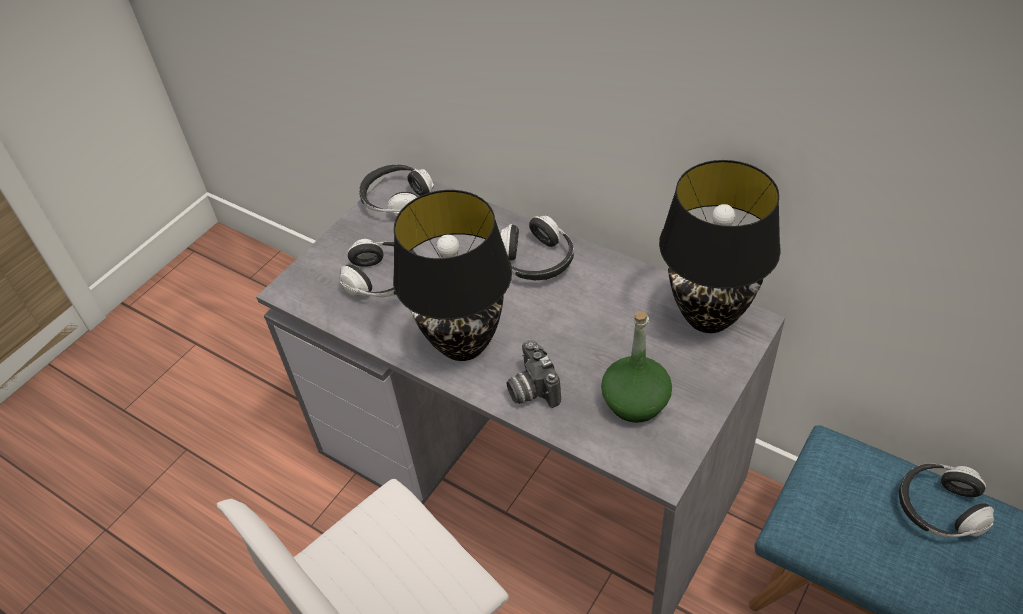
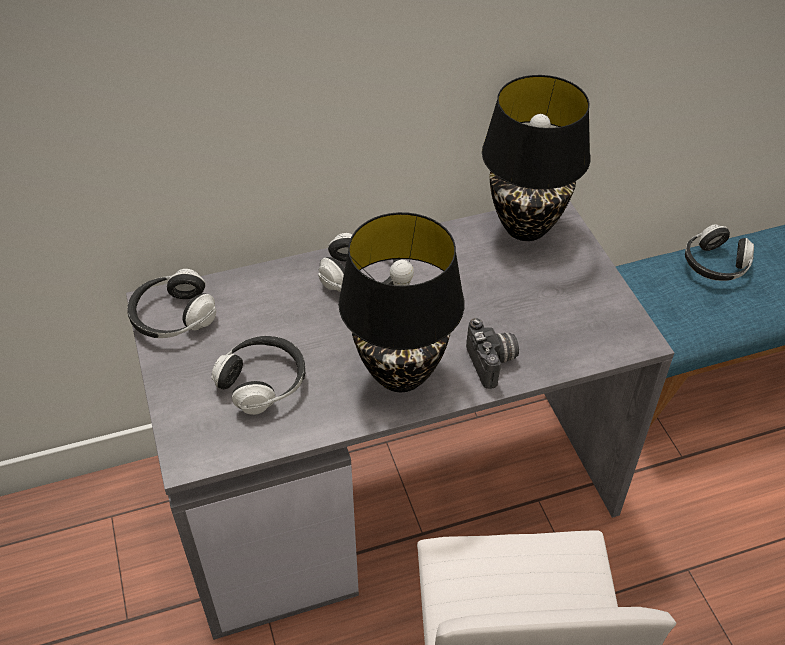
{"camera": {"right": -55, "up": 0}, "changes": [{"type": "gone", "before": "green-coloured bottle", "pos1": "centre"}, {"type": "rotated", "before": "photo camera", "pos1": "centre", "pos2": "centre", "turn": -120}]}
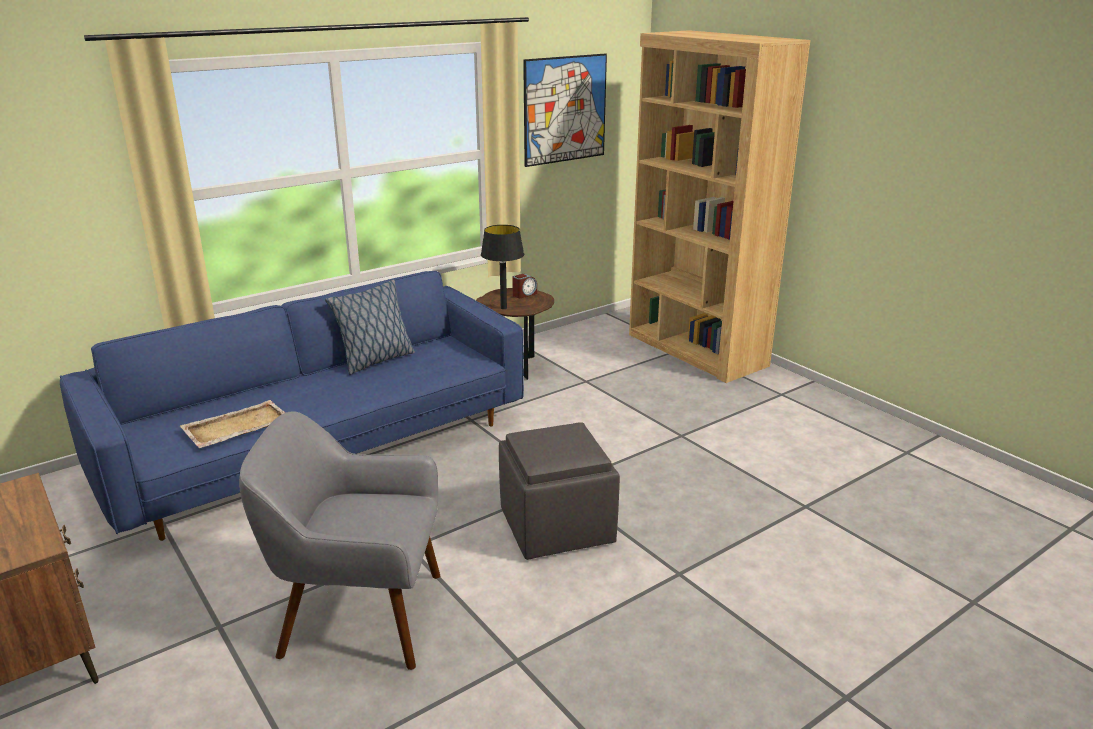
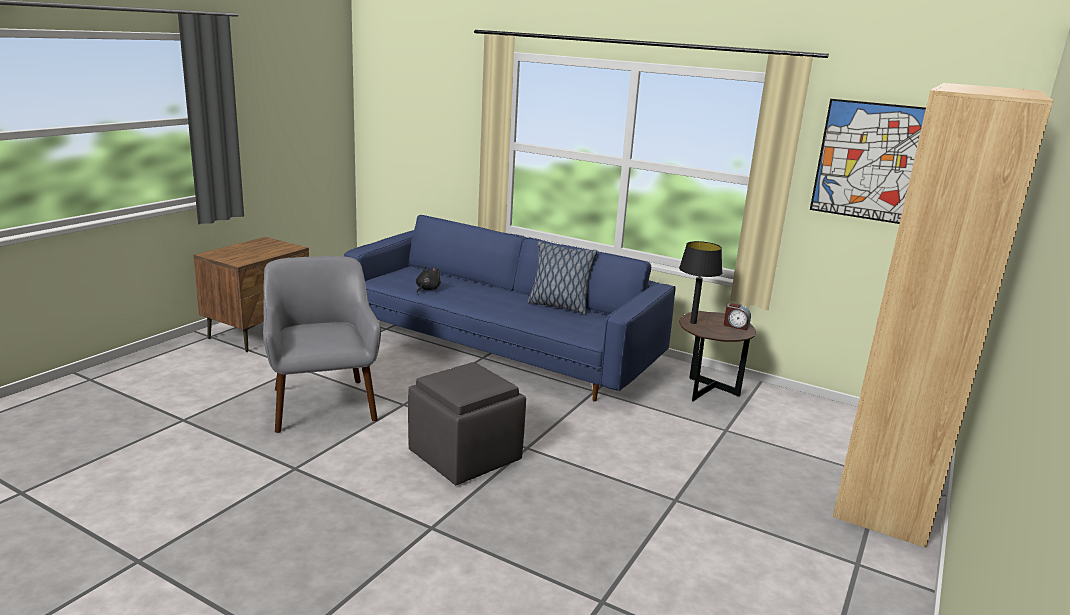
{"camera": {"right": 65, "up": -5}, "changes": [{"type": "swapped", "before": "sand-coloured carrying tray", "after": "blackish plush toy", "pos1": "middle left", "pos2": "centre"}]}
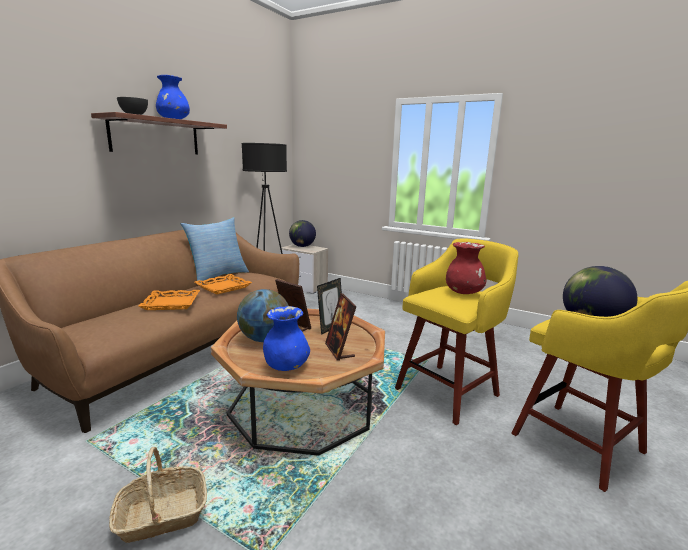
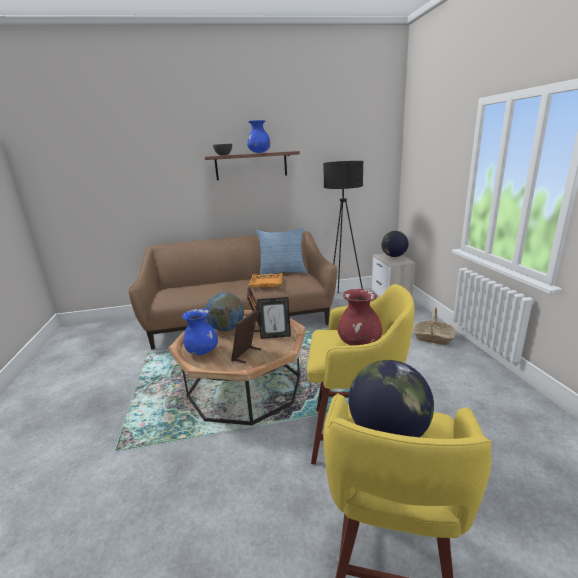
{"camera": {"right": 50, "up": 5}, "changes": [{"type": "gone", "before": "orange carrying tray (no. 1 from left)", "pos1": "middle left"}, {"type": "shifted", "before": "basket", "pos1": "bottom left", "pos2": "middle right"}]}
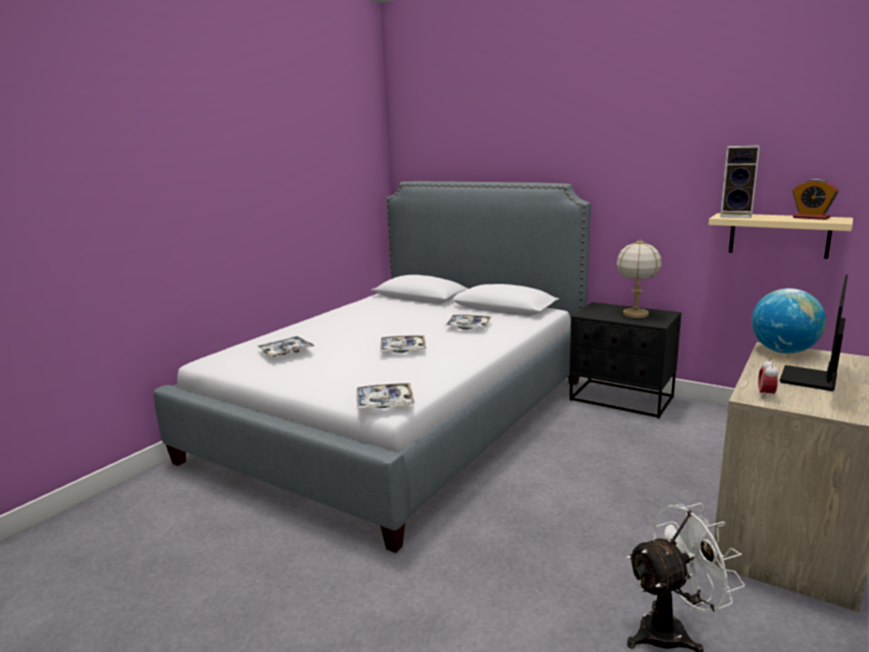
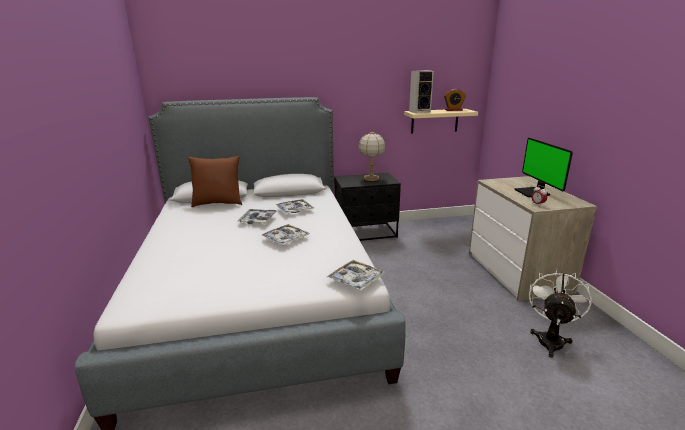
{"camera": {"right": -45, "up": 5}, "changes": [{"type": "gone", "before": "globe", "pos1": "middle right"}, {"type": "shifted", "before": "carrying tray (no. 1 from left)", "pos1": "middle left", "pos2": "centre"}, {"type": "new", "after": "brown throw pillow", "pos2": "middle left"}]}
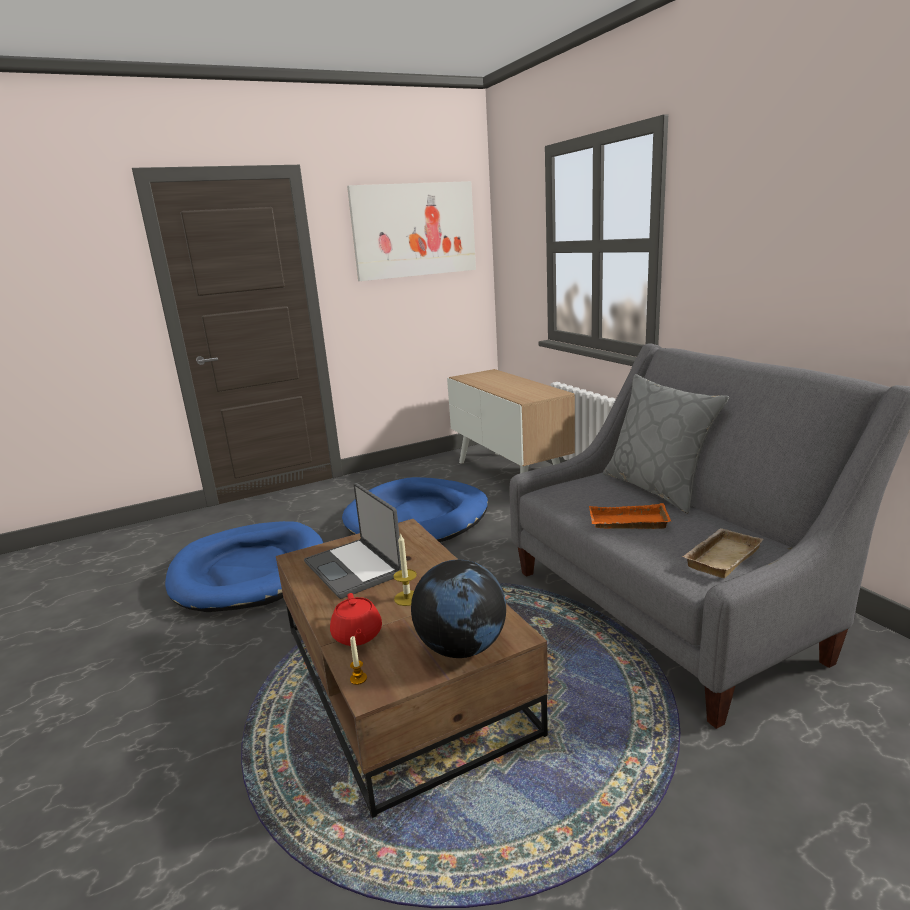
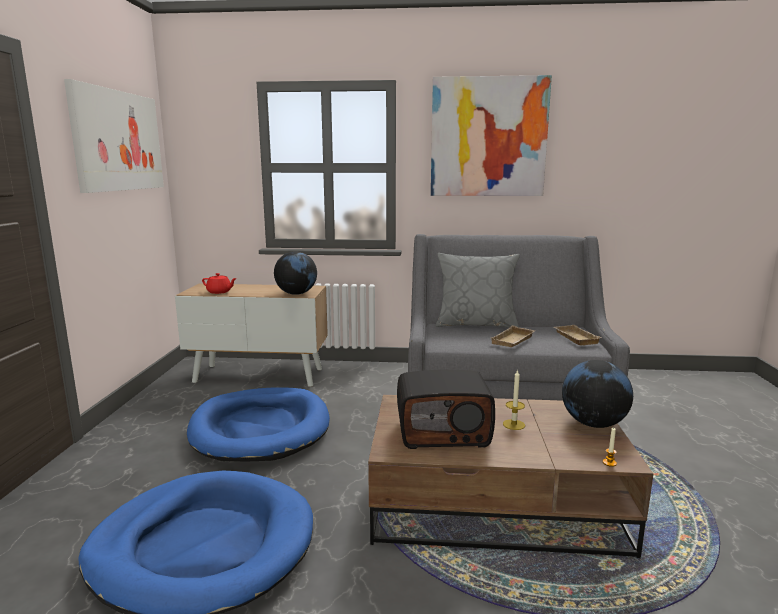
{"camera": {"right": -60, "up": -5}, "changes": [{"type": "swapped", "before": "portable computer", "after": "radio set", "pos1": "centre", "pos2": "centre"}, {"type": "repainted", "before": "orange carrying tray", "after": "sand-coloured carrying tray (no. 1 from left)", "pos1": "middle right", "pos2": "centre"}, {"type": "shifted", "before": "reddish tea pot", "pos1": "bottom centre", "pos2": "middle left"}, {"type": "new", "after": "picture (no. 2 from left)", "pos2": "top centre"}, {"type": "new", "after": "globe (no. 1 from left)", "pos2": "centre"}]}
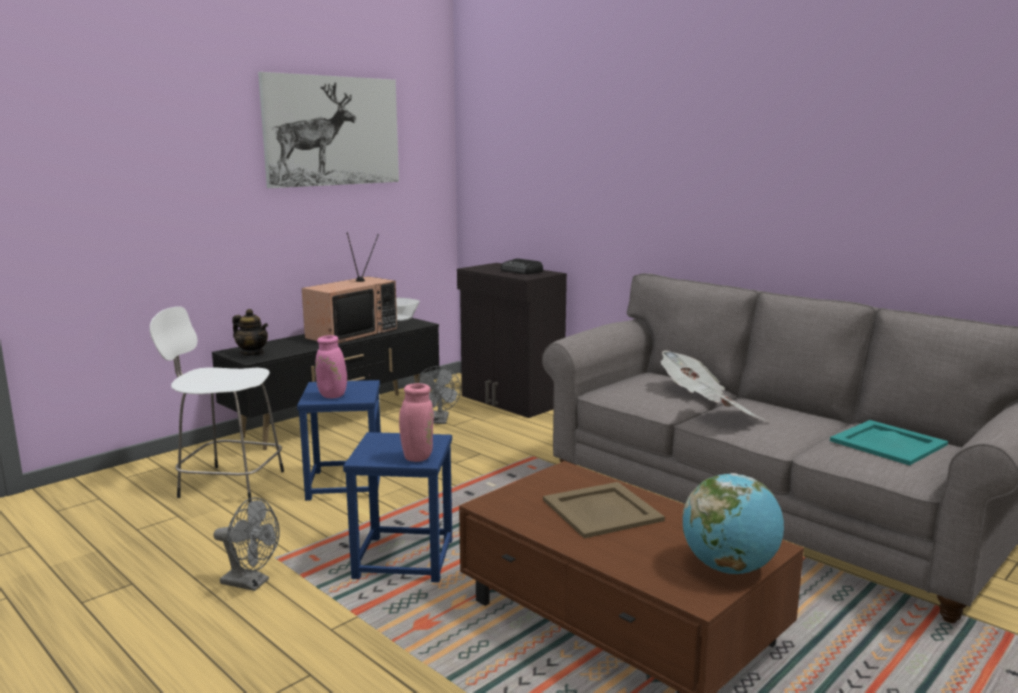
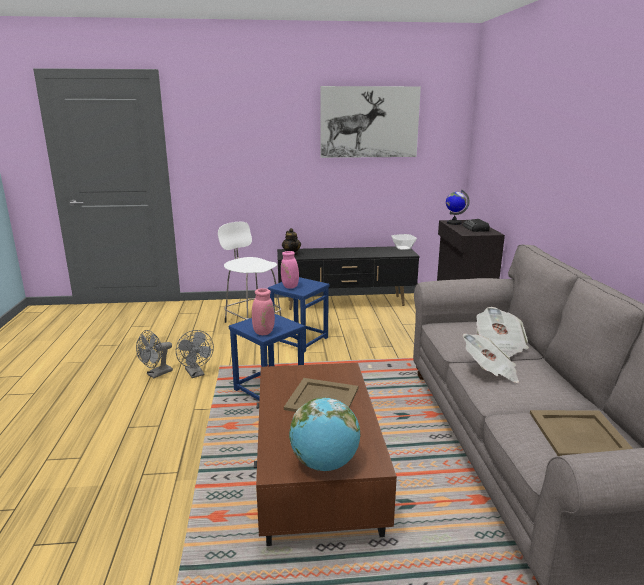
{"camera": {"right": 40, "up": 5}, "changes": [{"type": "gone", "before": "TV set", "pos1": "centre"}, {"type": "shifted", "before": "grey fan (no. 2 from left in the first image)", "after": "grey fan (no. 1 from left)", "pos1": "centre", "pos2": "middle left"}, {"type": "repainted", "before": "blue-green carrying tray", "after": "sand-coloured carrying tray (no. 2 from left)", "pos1": "middle right", "pos2": "bottom right"}, {"type": "new", "after": "globe (no. 2 from left)", "pos2": "middle right"}]}
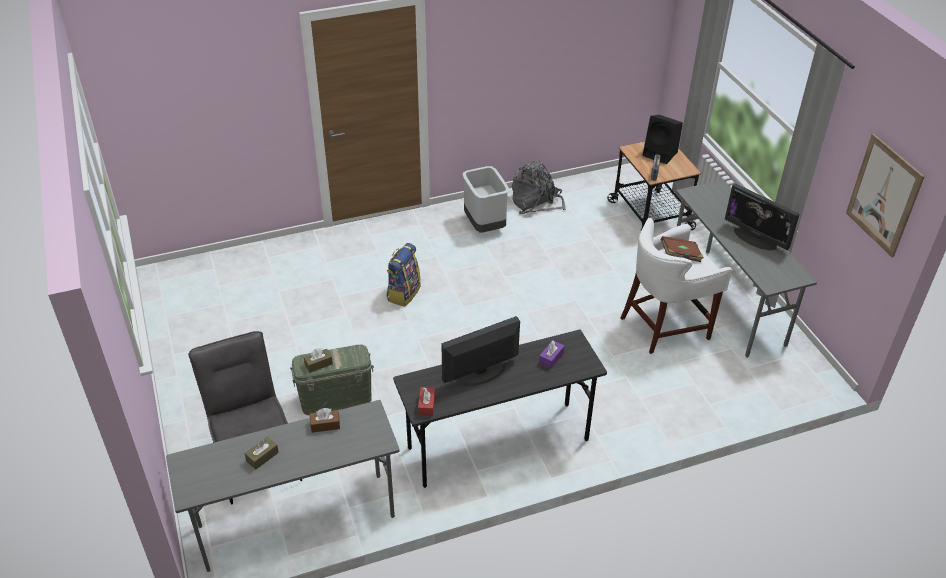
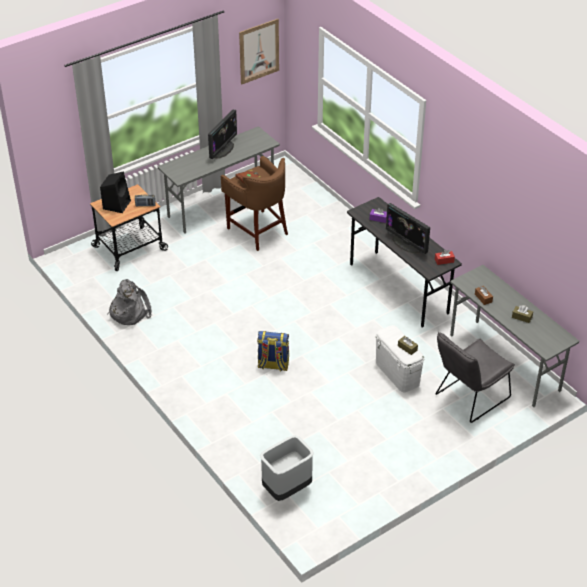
{"camera": {"right": -105, "up": 0}, "changes": [{"type": "shifted", "before": "grey rubbish bin", "pos1": "centre", "pos2": "bottom centre"}, {"type": "repainted", "before": "whitish sitting stool", "after": "brown sitting stool", "pos1": "middle right", "pos2": "centre"}, {"type": "repainted", "before": "green-coloured storage box", "after": "whitish storage box", "pos1": "centre", "pos2": "middle right"}]}
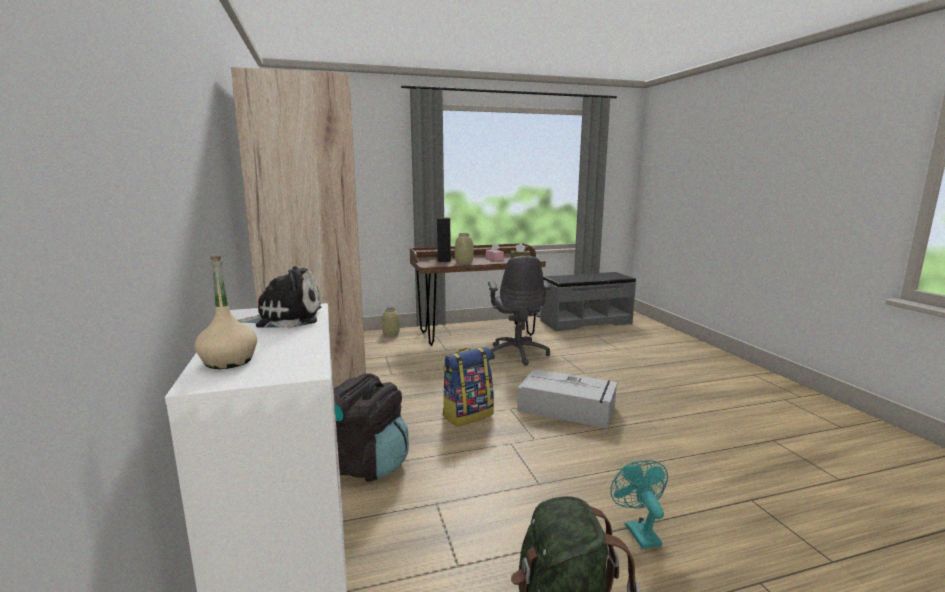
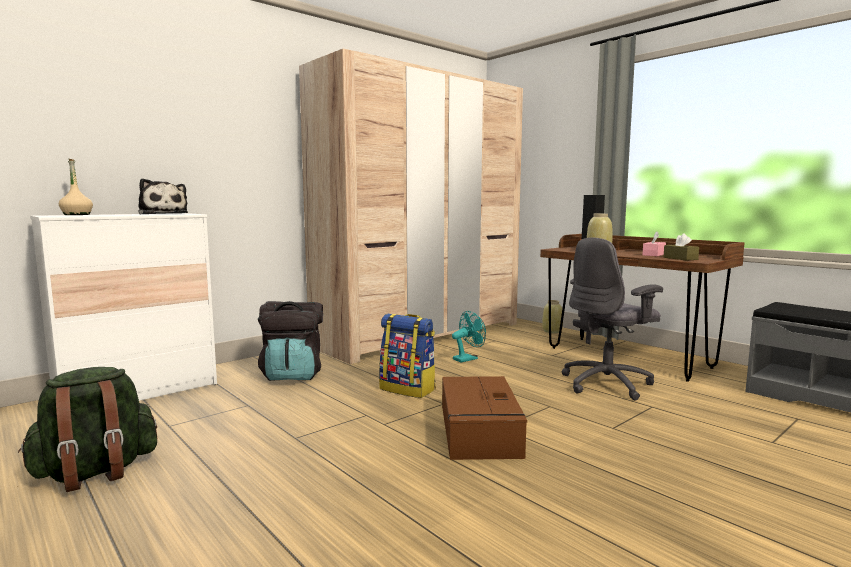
{"camera": {"right": 65, "up": -5}, "changes": [{"type": "repainted", "before": "grey storage box", "after": "brown storage box", "pos1": "bottom centre", "pos2": "bottom centre"}, {"type": "shifted", "before": "blue-green fan", "pos1": "bottom right", "pos2": "centre"}]}
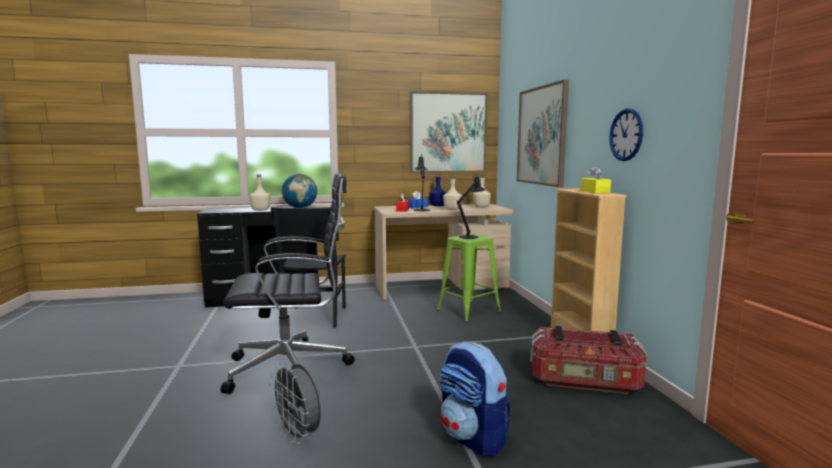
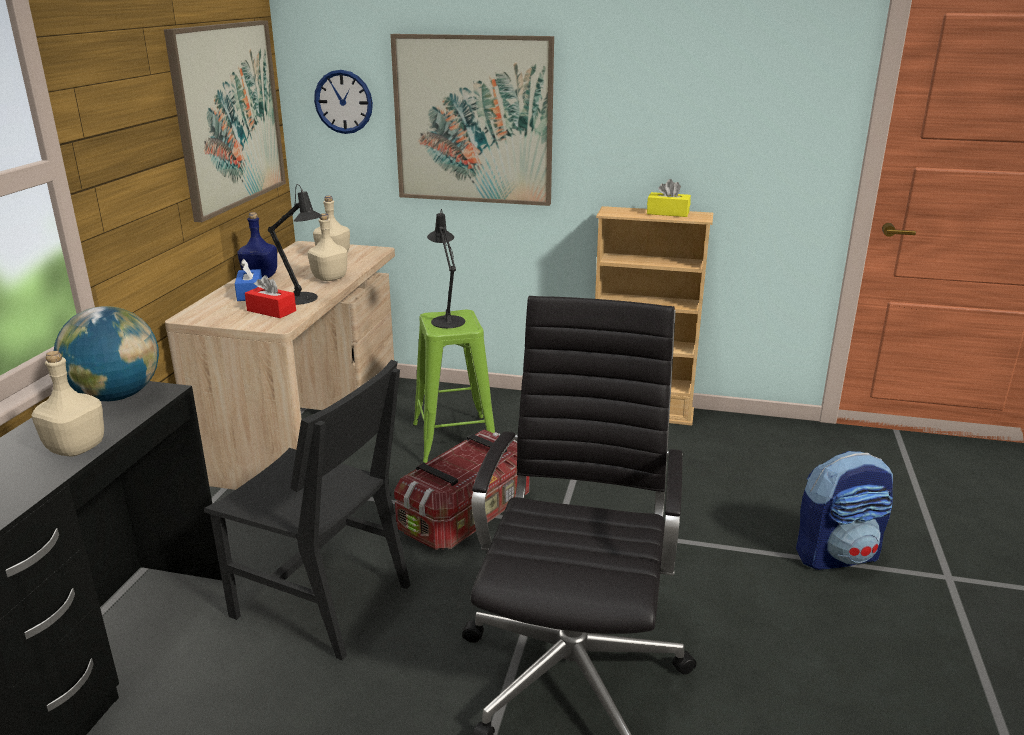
{"camera": {"right": -65, "up": 15}, "changes": [{"type": "shifted", "before": "clock on the wall", "pos1": "top right", "pos2": "top centre"}, {"type": "shifted", "before": "storage box", "pos1": "bottom right", "pos2": "centre"}, {"type": "gone", "before": "grey fan", "pos1": "bottom centre"}]}
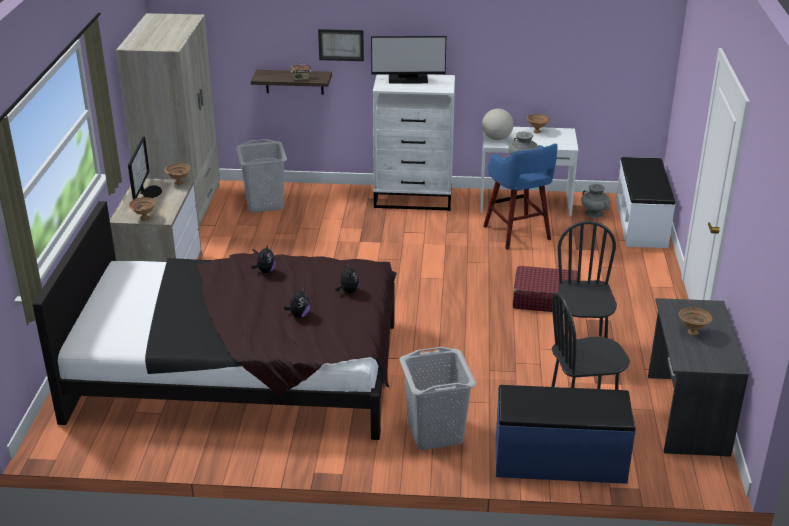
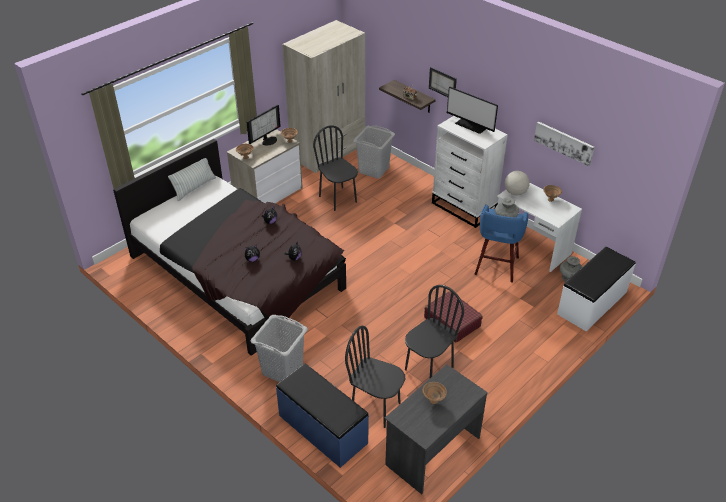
{"camera": {"right": 40, "up": 10}, "changes": [{"type": "new", "after": "picture (no. 2 from left)", "pos2": "top right"}, {"type": "new", "after": "blackish upright chair (no. 1 from left)", "pos2": "centre"}, {"type": "new", "after": "throw pillow", "pos2": "middle left"}]}
